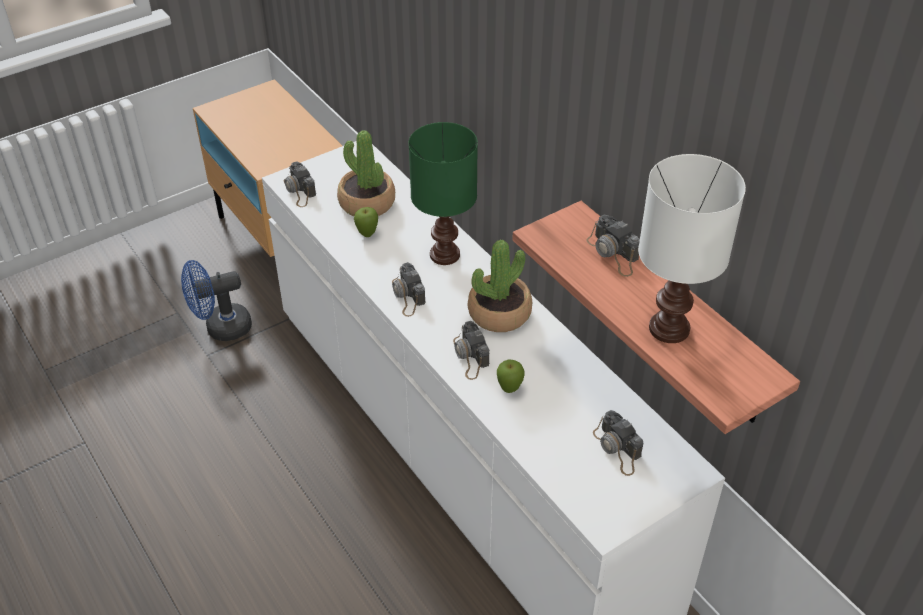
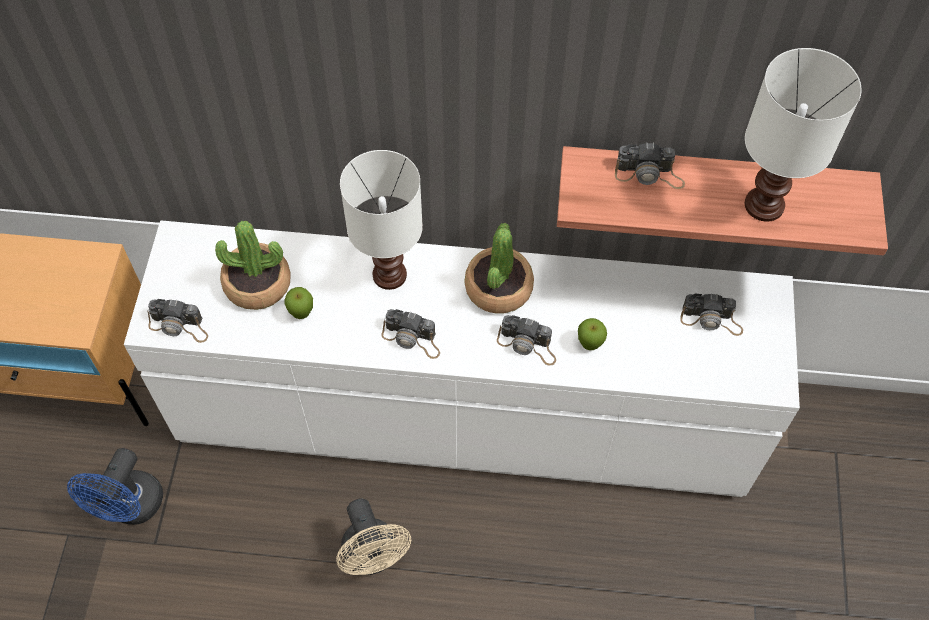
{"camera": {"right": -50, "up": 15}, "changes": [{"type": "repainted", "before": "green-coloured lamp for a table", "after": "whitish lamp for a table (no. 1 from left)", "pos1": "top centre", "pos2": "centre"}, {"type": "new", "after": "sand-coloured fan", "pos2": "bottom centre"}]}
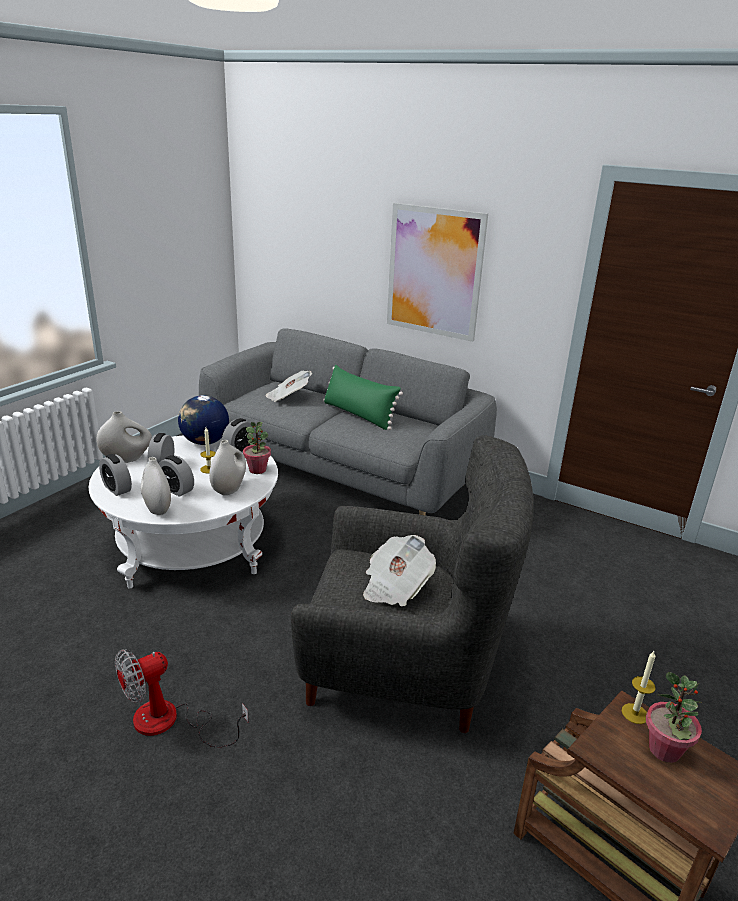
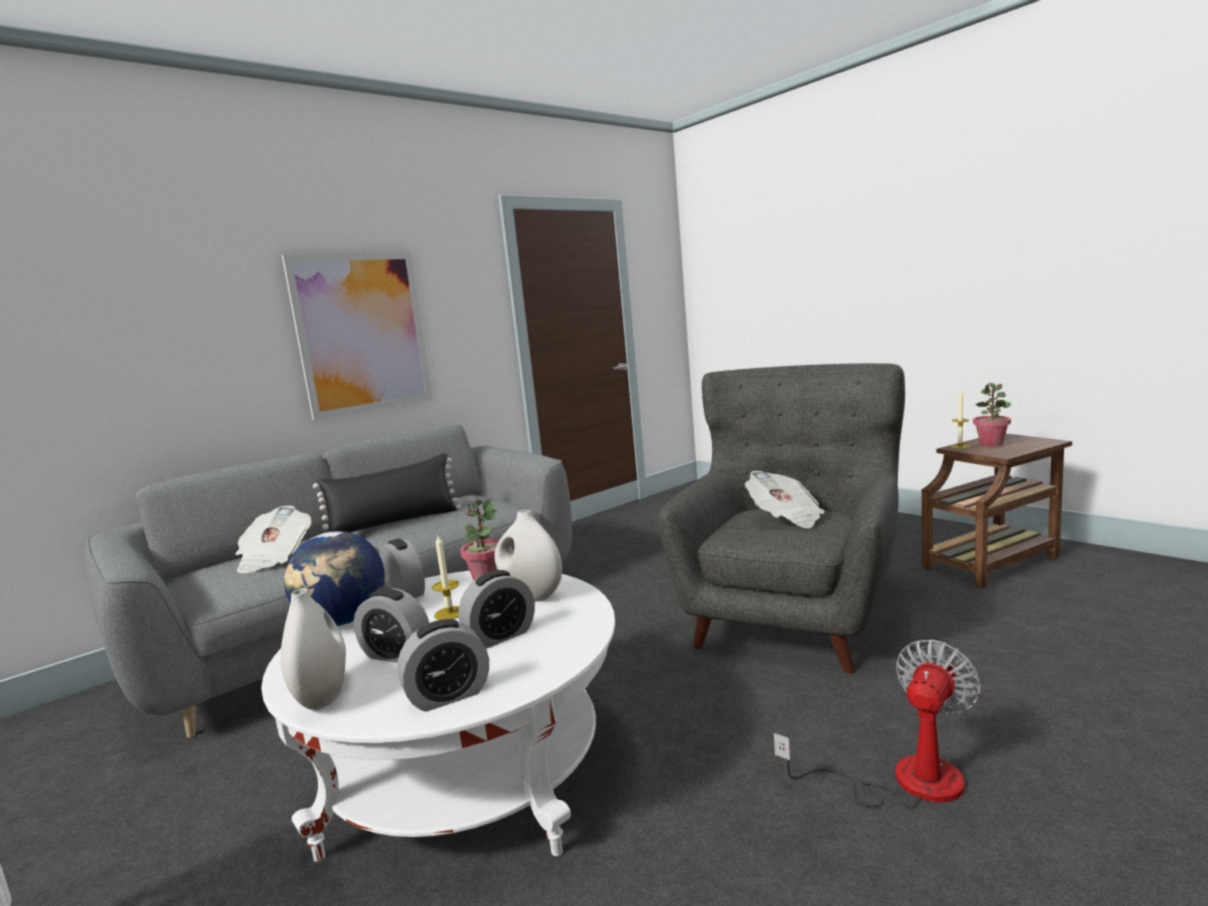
{"camera": {"right": -70, "up": -15}, "changes": [{"type": "repainted", "before": "green-coloured throw pillow", "after": "blackish throw pillow", "pos1": "centre", "pos2": "middle left"}, {"type": "gone", "before": "whitish vase (no. 2 from left)", "pos1": "middle left"}, {"type": "rotated", "before": "fan", "pos1": "bottom left", "pos2": "bottom right", "turn": -120}]}
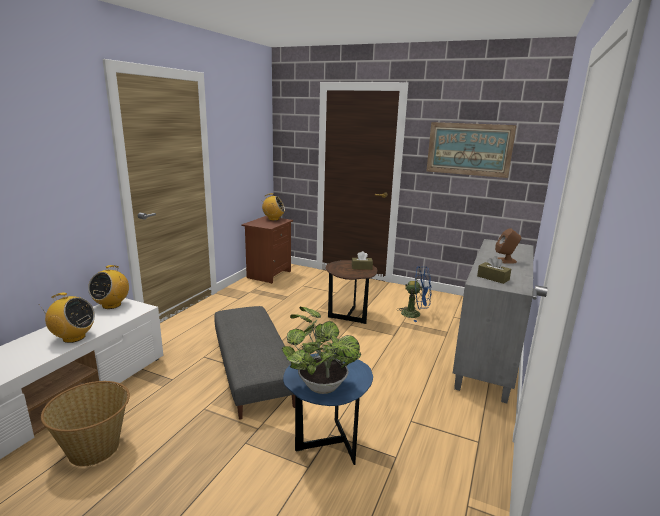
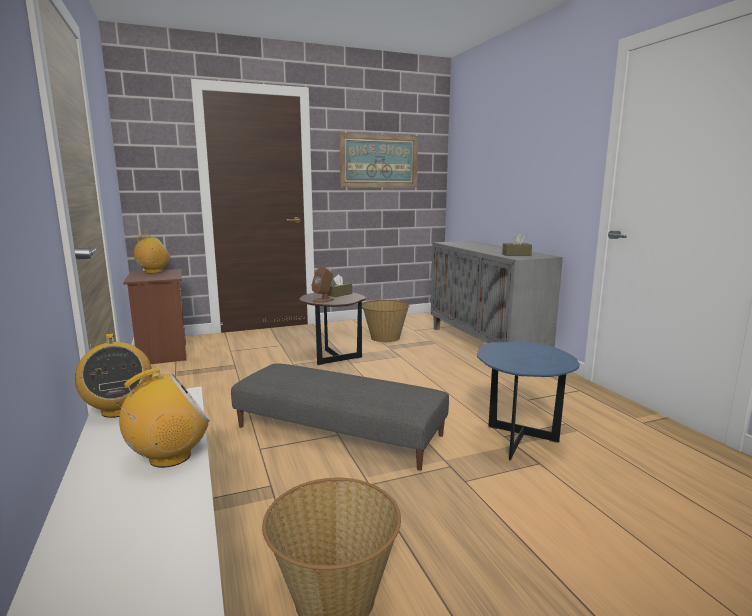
{"camera": {"right": -45, "up": -5}, "changes": [{"type": "shifted", "before": "brown speaker", "pos1": "middle right", "pos2": "centre"}, {"type": "swapped", "before": "bluish fan", "after": "basket (no. 2 from left)", "pos1": "centre", "pos2": "centre"}, {"type": "gone", "before": "houseplant", "pos1": "bottom centre"}]}
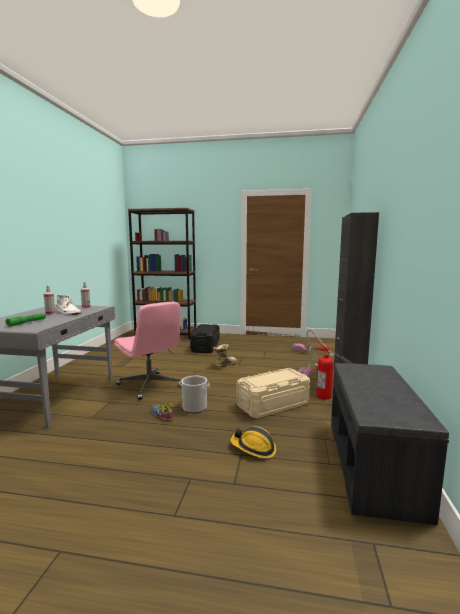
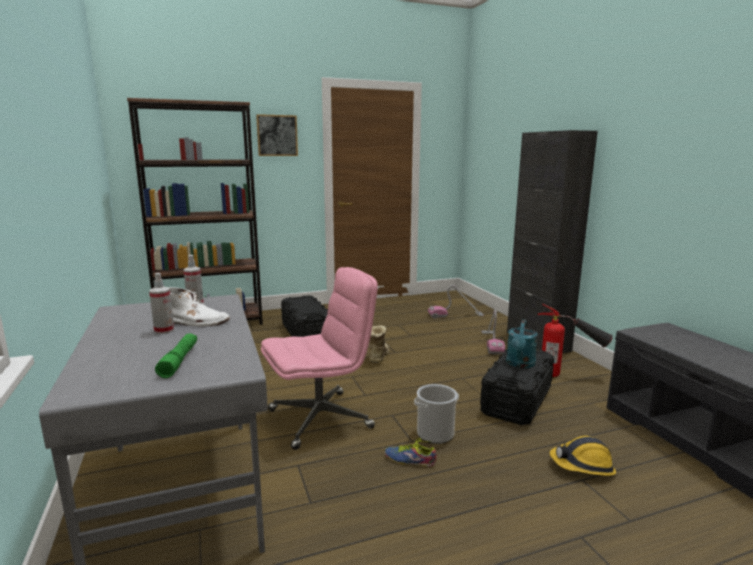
{"camera": {"right": -30, "up": 5}, "changes": [{"type": "rotated", "before": "pinkish office chair", "pos1": "middle left", "pos2": "centre", "turn": -45}, {"type": "repainted", "before": "sand-coloured storage box", "after": "blackish storage box (no. 2 from left)", "pos1": "centre", "pos2": "bottom right"}, {"type": "new", "after": "picture", "pos2": "top centre"}, {"type": "new", "after": "blue-green watering pot", "pos2": "middle right"}]}
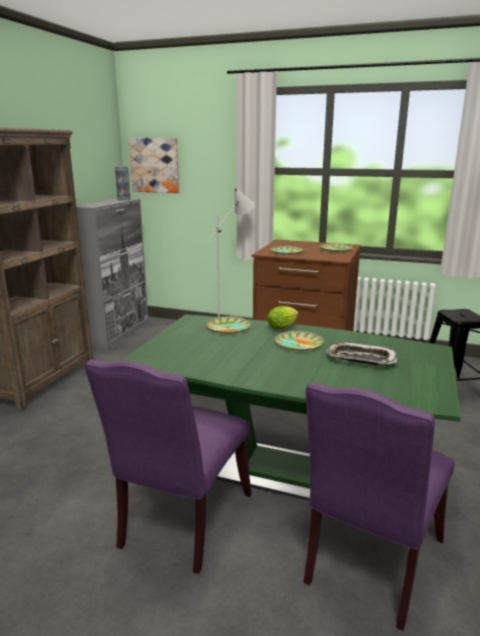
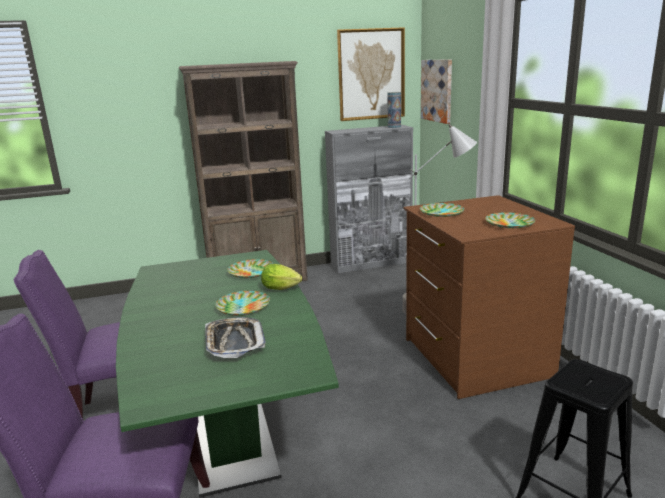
{"camera": {"right": 55, "up": 0}, "changes": [{"type": "new", "after": "picture (no. 1 from left)", "pos2": "top centre"}]}
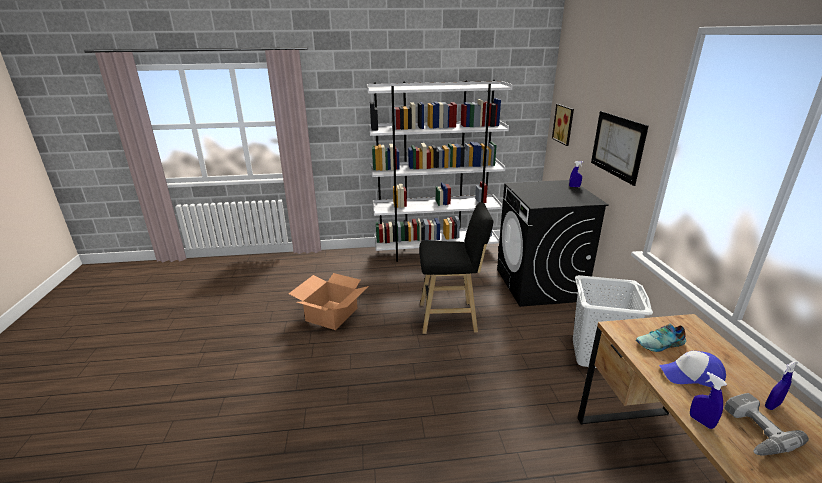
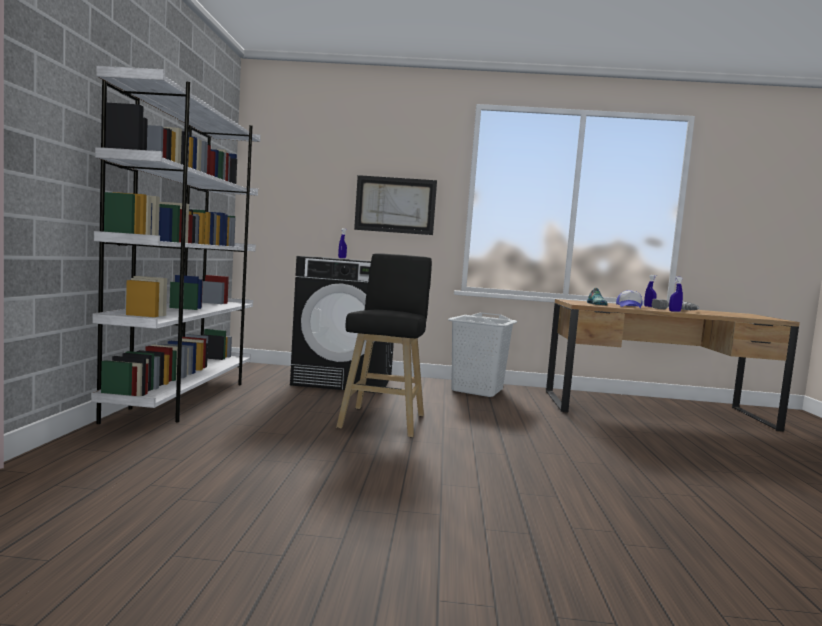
{"camera": {"right": -80, "up": -20}, "changes": [{"type": "gone", "before": "picture (no. 1 from left)", "pos1": "top right"}, {"type": "gone", "before": "packing box", "pos1": "centre"}]}
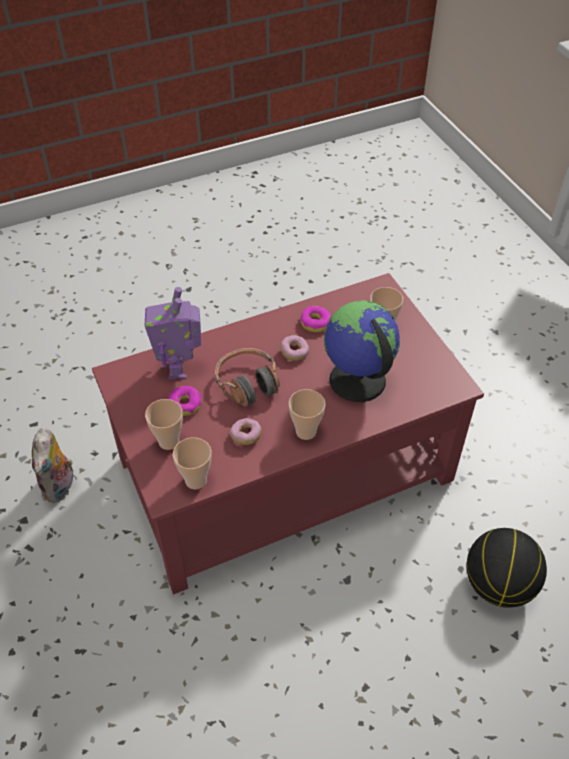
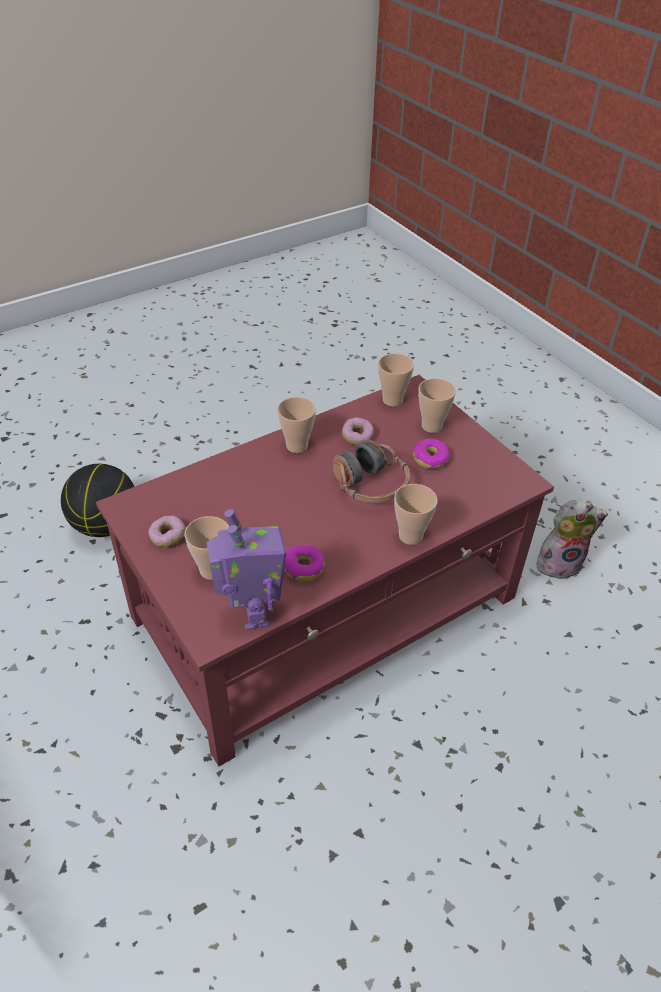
{"camera": {"right": 170, "up": -5}, "changes": [{"type": "shifted", "before": "model robot", "pos1": "middle left", "pos2": "centre"}, {"type": "gone", "before": "globe", "pos1": "centre"}, {"type": "shifted", "before": "donut (no. 3 from left in the first image)", "after": "donut (no. 1 from left)", "pos1": "centre", "pos2": "middle left"}, {"type": "rotated", "before": "plush toy", "pos1": "middle left", "pos2": "middle right", "turn": 90}, {"type": "new", "after": "small cup (no. 4 from left)", "pos2": "centre"}]}
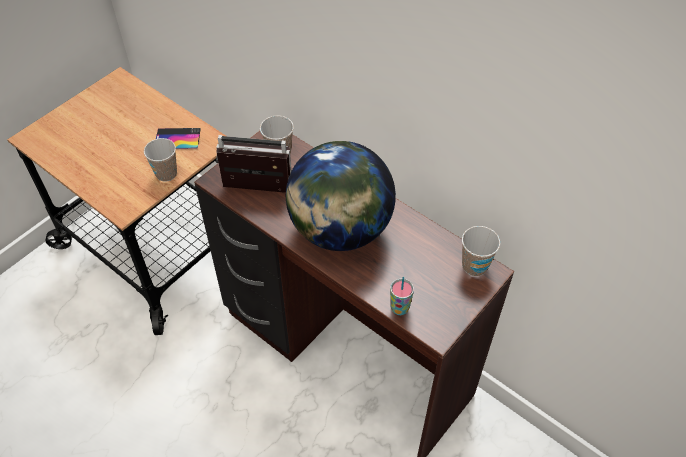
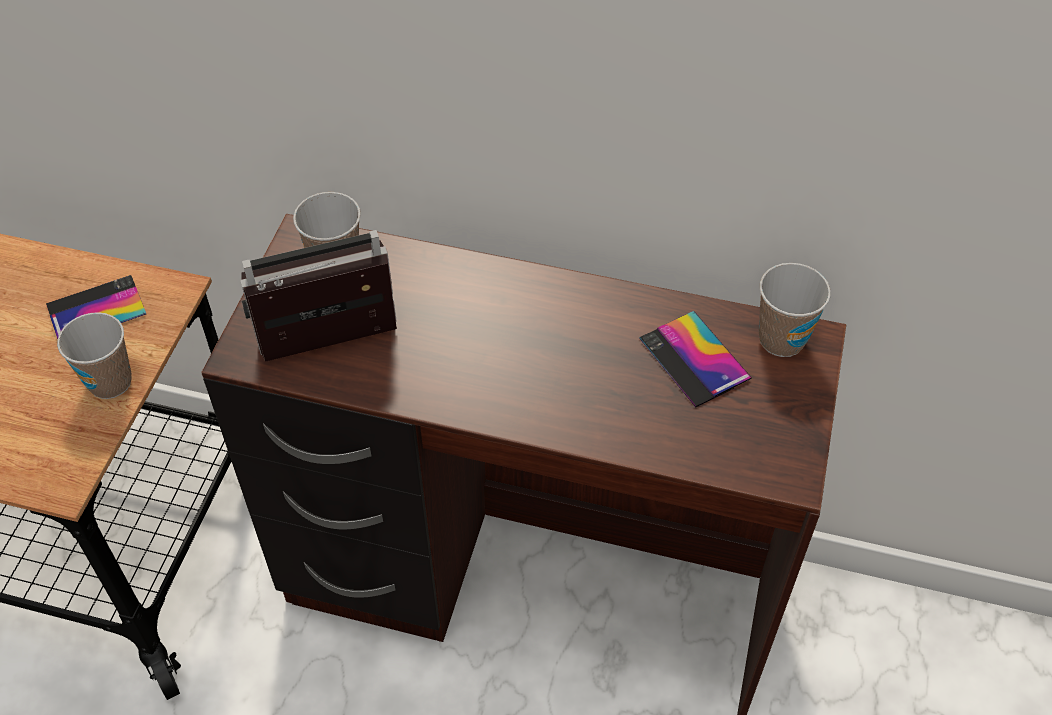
{"camera": {"right": -25, "up": 0}, "changes": [{"type": "gone", "before": "globe", "pos1": "centre"}, {"type": "gone", "before": "small cup (no. 3 from left)", "pos1": "centre"}, {"type": "new", "after": "handset (no. 2 from left)", "pos2": "centre"}]}
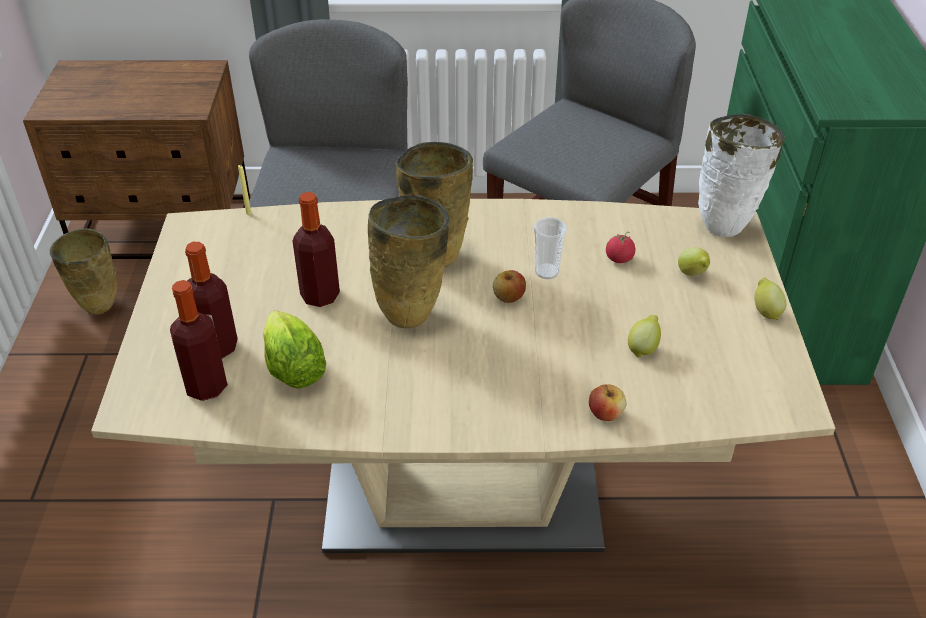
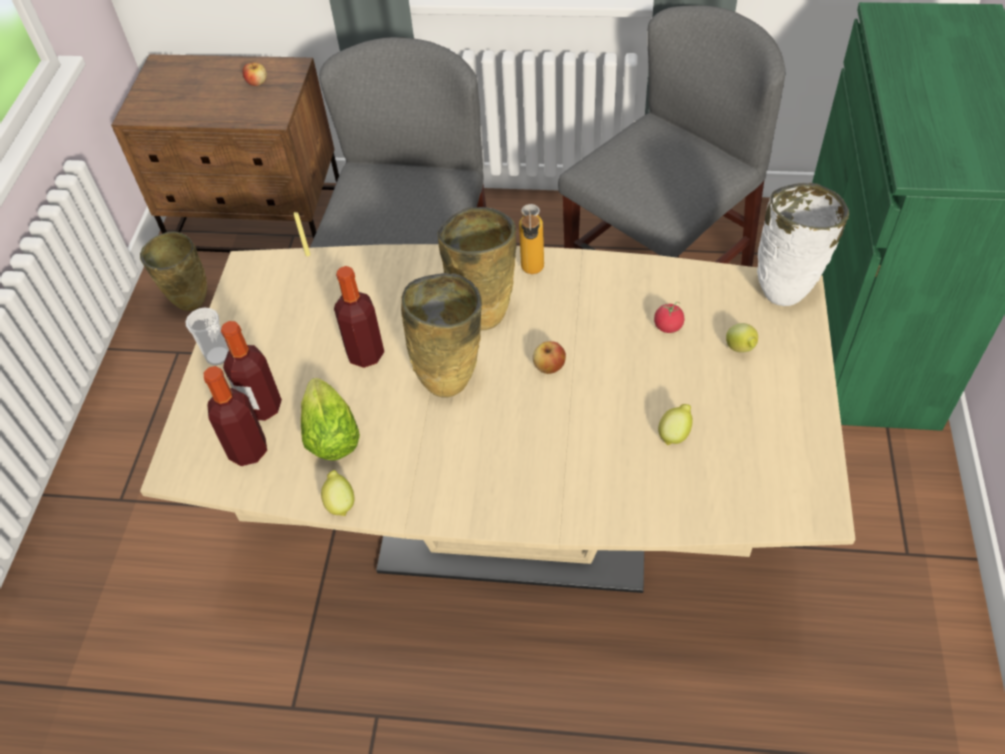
{"camera": {"right": 10, "up": 10}, "changes": [{"type": "shifted", "before": "small cup", "pos1": "centre", "pos2": "middle left"}, {"type": "shifted", "before": "lemon (no. 3 from left in the first image)", "after": "lemon (no. 1 from left)", "pos1": "middle right", "pos2": "centre"}, {"type": "shifted", "before": "apple fruit (no. 2 from left in the first image)", "after": "apple fruit (no. 1 from left)", "pos1": "centre", "pos2": "top left"}, {"type": "new", "after": "bottle (no. 4 from left)", "pos2": "top centre"}]}
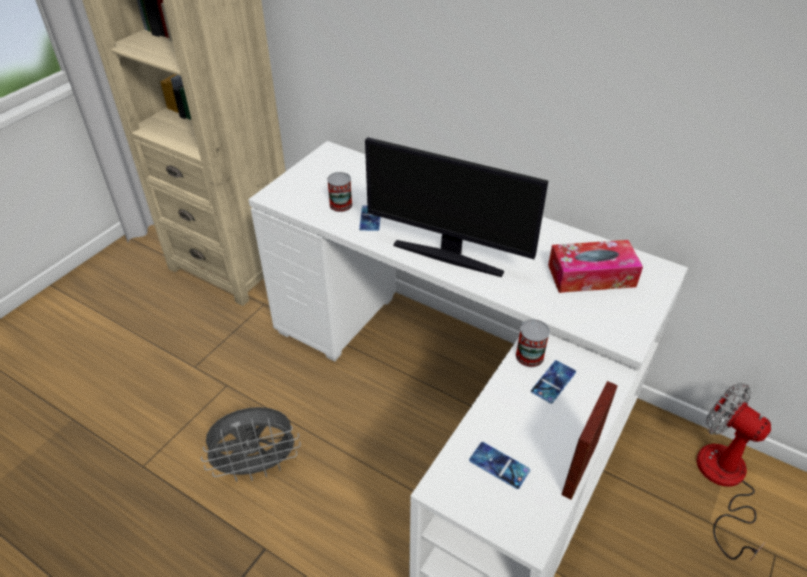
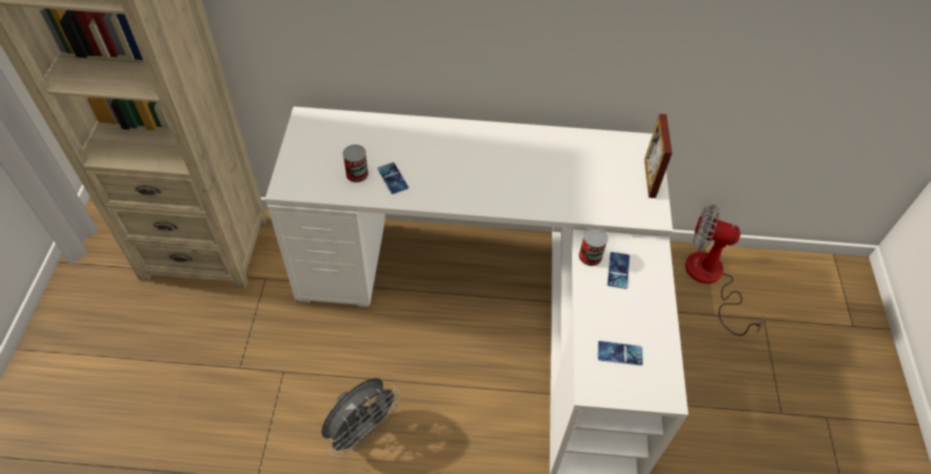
{"camera": {"right": -30, "up": 10}, "changes": [{"type": "gone", "before": "monitor", "pos1": "centre"}, {"type": "gone", "before": "tissue box", "pos1": "middle right"}, {"type": "shifted", "before": "photo frame", "pos1": "bottom right", "pos2": "top right"}]}
